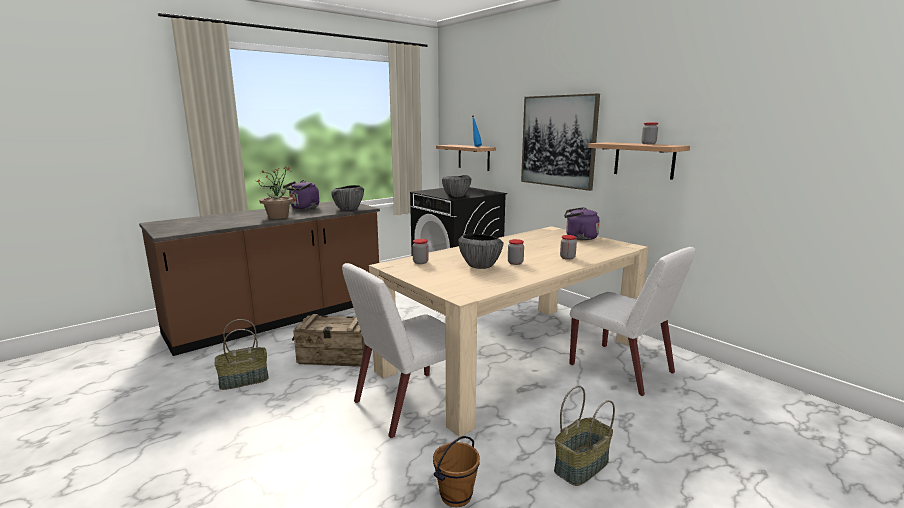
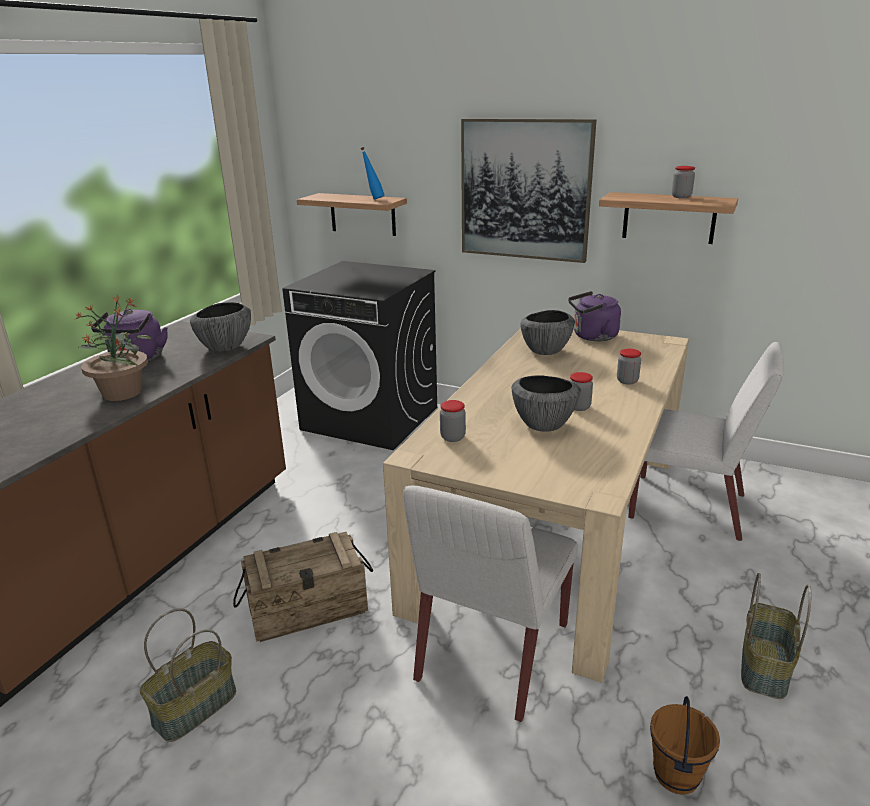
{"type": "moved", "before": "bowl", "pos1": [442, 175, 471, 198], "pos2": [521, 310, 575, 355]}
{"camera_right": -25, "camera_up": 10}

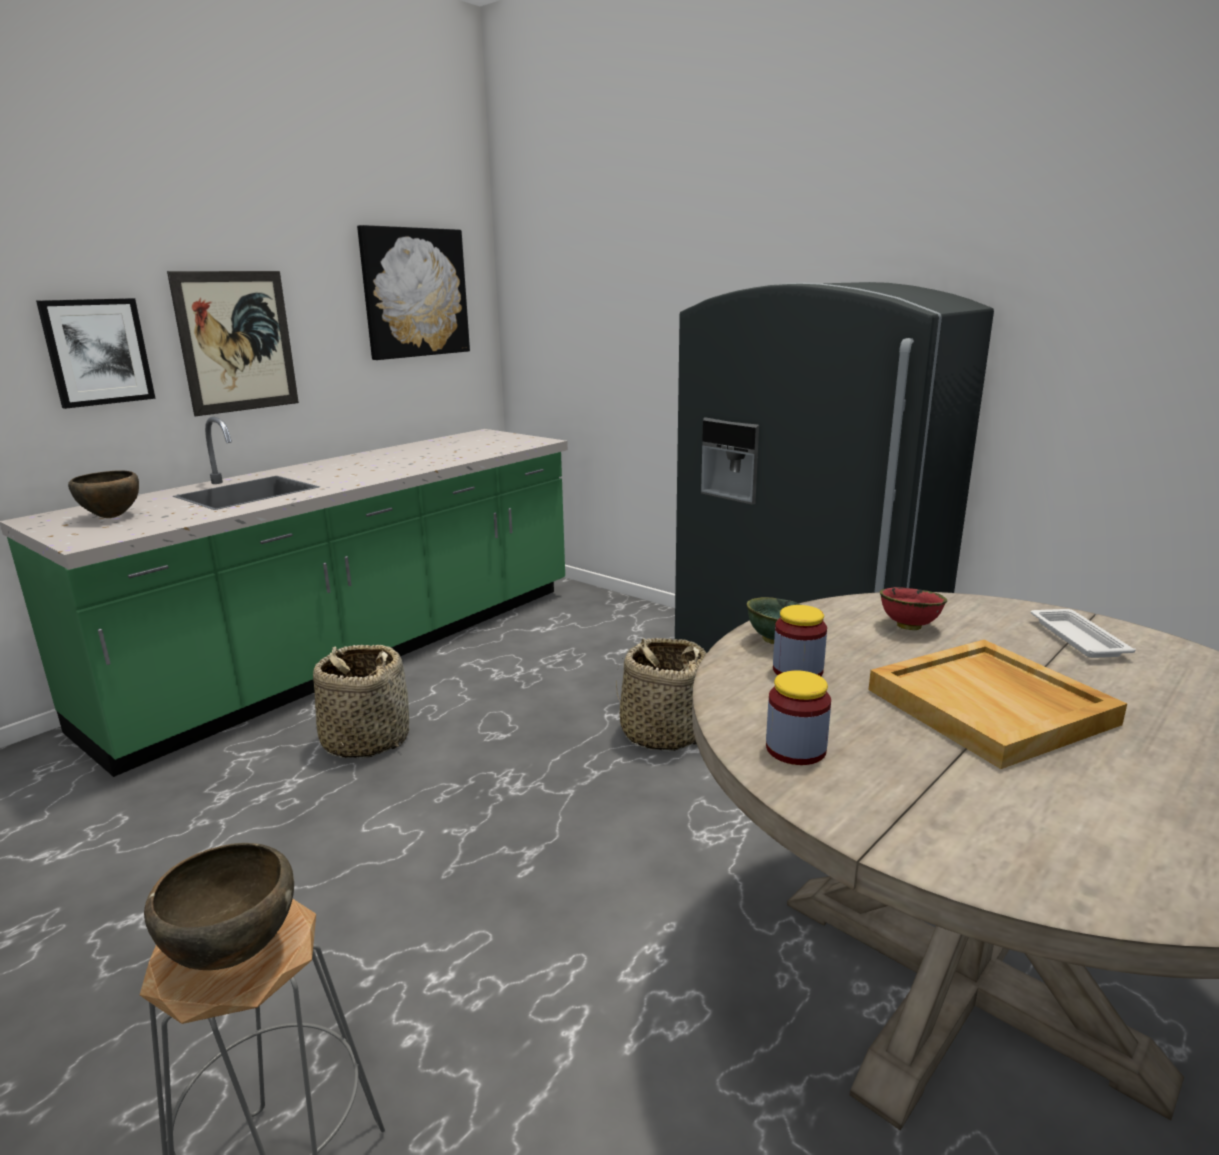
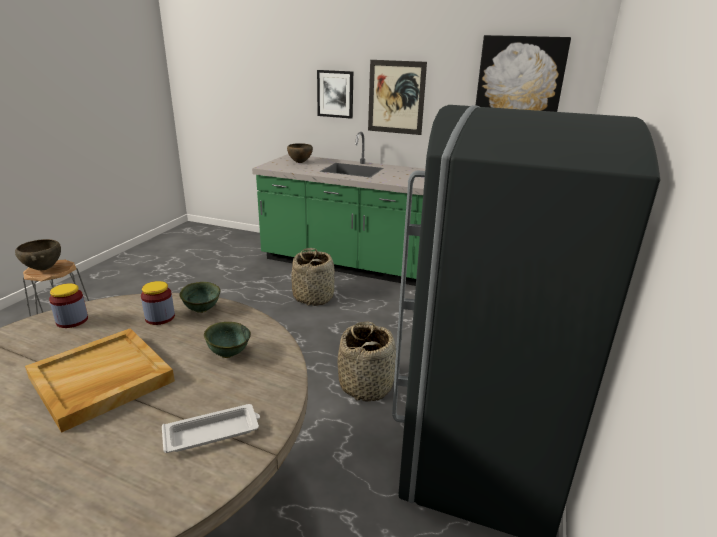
{"type": "recoloured", "before": "bowl/red", "after": "bowl/green", "pos1": [880, 587, 947, 630], "pos2": [204, 322, 251, 358]}
{"camera_right": 70, "camera_up": 5}

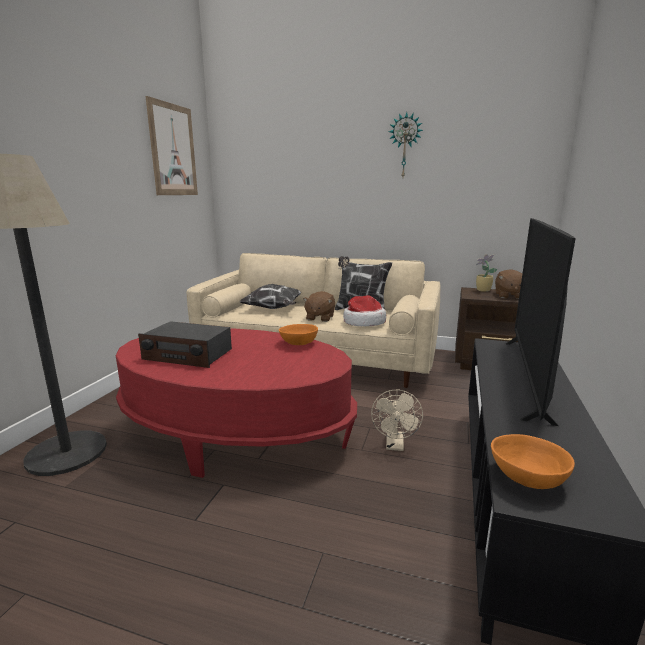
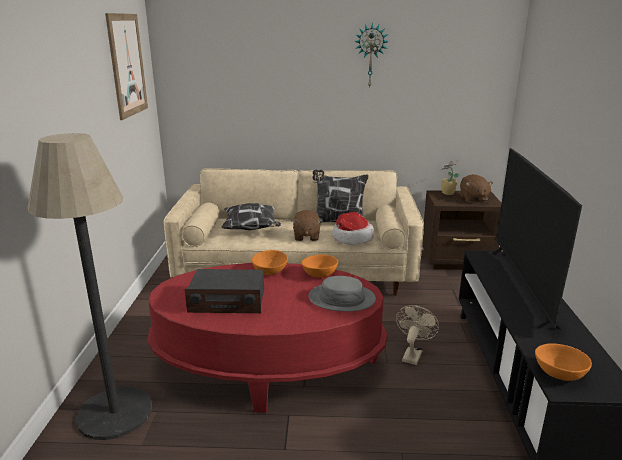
{"type": "turned", "before": "fan/beige", "pos1": [371, 390, 423, 451], "pos2": [396, 305, 439, 365], "turn": -150}
{"type": "added", "after": "bowl/orange", "pos2": [252, 250, 288, 275]}
{"type": "added", "after": "hat/grey", "pos2": [309, 276, 376, 311]}
{"camera_right": -15, "camera_up": 5}

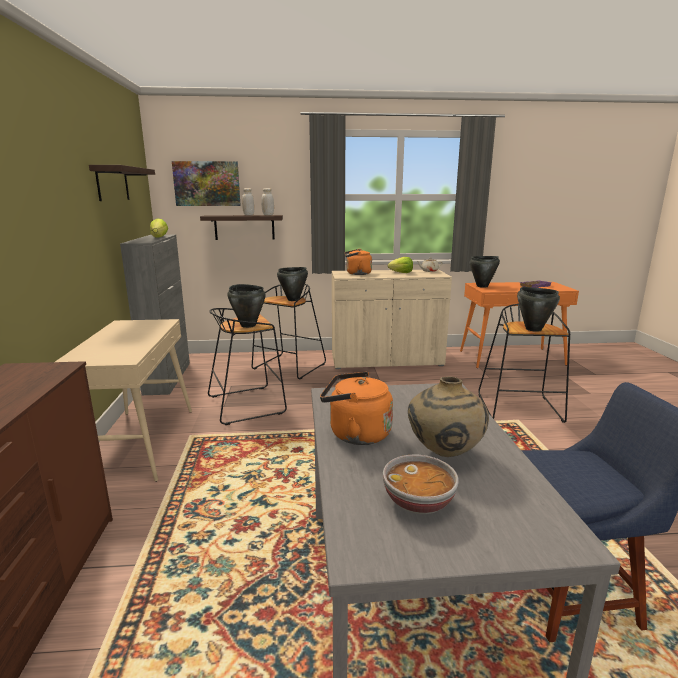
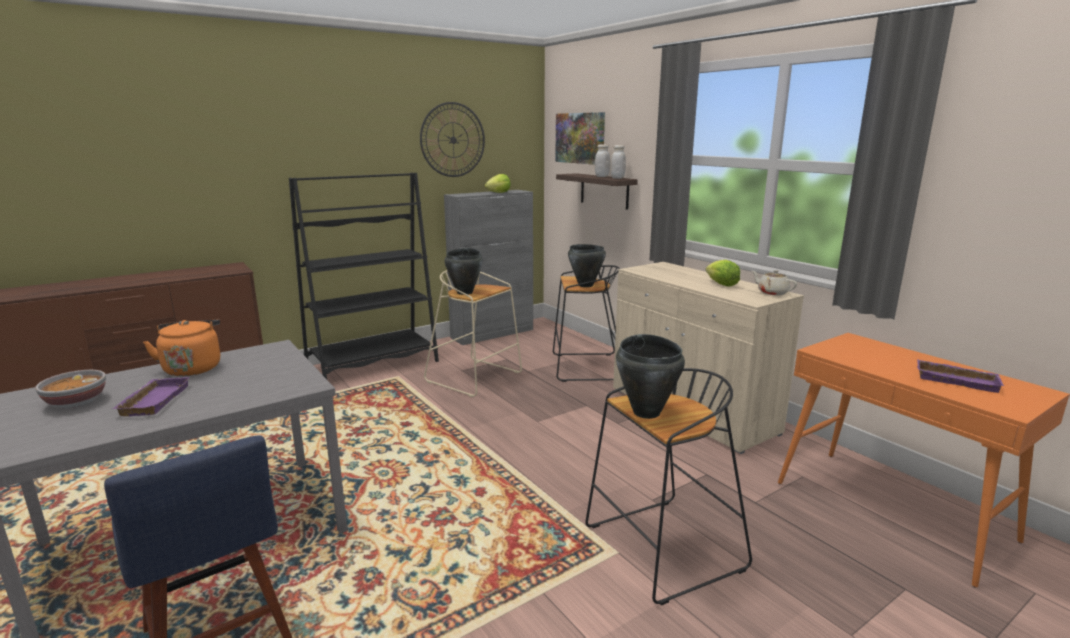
{"type": "replaced", "before": "shelf", "after": "wall clock", "pos1": [89, 165, 155, 201], "pos2": [420, 102, 485, 177]}
{"type": "removed", "before": "kettle/orange", "pos1": [345, 249, 372, 275]}
{"type": "removed", "before": "cooking pot/black", "pos1": [470, 256, 500, 288]}
{"type": "recoloured", "before": "stool/black", "after": "stool/beige", "pos1": [208, 308, 287, 425], "pos2": [424, 270, 522, 397]}
{"type": "replaced", "before": "console table/beige", "after": "bookcase/black", "pos1": [55, 319, 192, 482], "pos2": [289, 173, 439, 379]}
{"type": "replaced", "before": "vase/beige", "after": "tray/purple", "pos1": [408, 376, 489, 457], "pos2": [112, 377, 190, 416]}
{"camera_right": 60, "camera_up": 0}

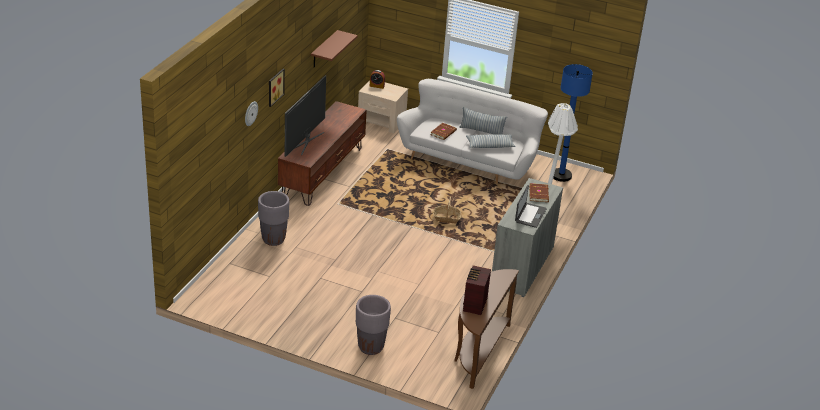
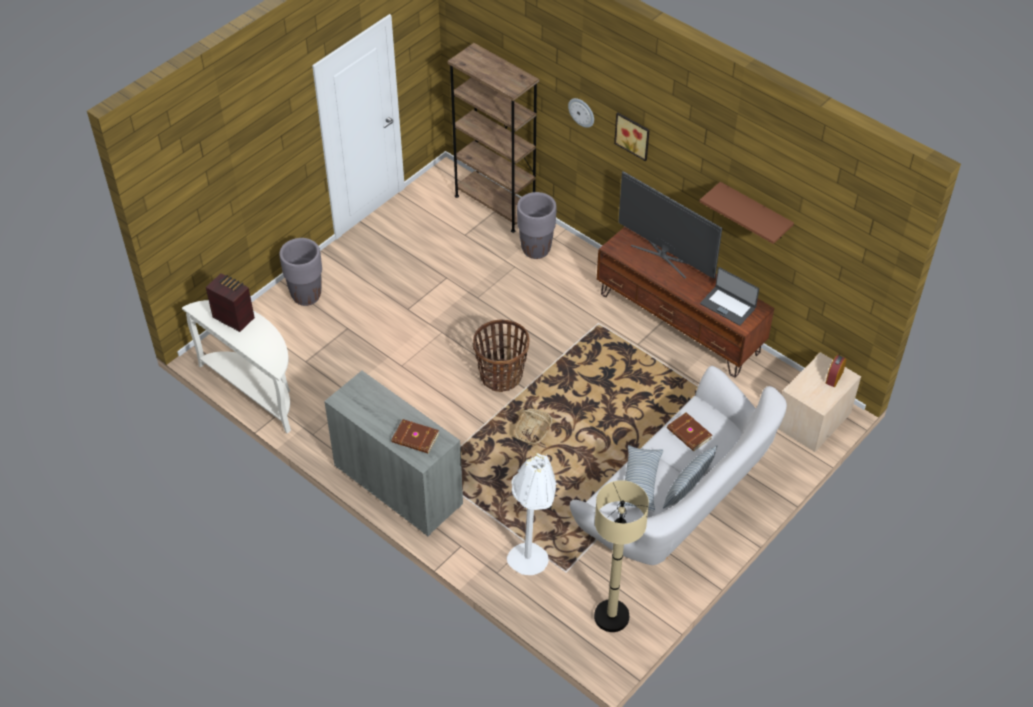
{"type": "recoloured", "before": "floor lamp/blue", "after": "floor lamp/beige", "pos1": [553, 64, 593, 182], "pos2": [594, 480, 649, 632]}
{"type": "moved", "before": "laptop", "pos1": [515, 185, 547, 228], "pos2": [700, 267, 759, 326]}
{"type": "recoloured", "before": "console table/brown", "after": "console table/white", "pos1": [455, 269, 519, 389], "pos2": [182, 300, 291, 433]}
{"type": "added", "after": "bookcase/brown", "pos2": [447, 43, 539, 233]}
{"type": "added", "after": "basket", "pos2": [473, 319, 529, 392]}
{"camera_right": 110, "camera_up": 15}

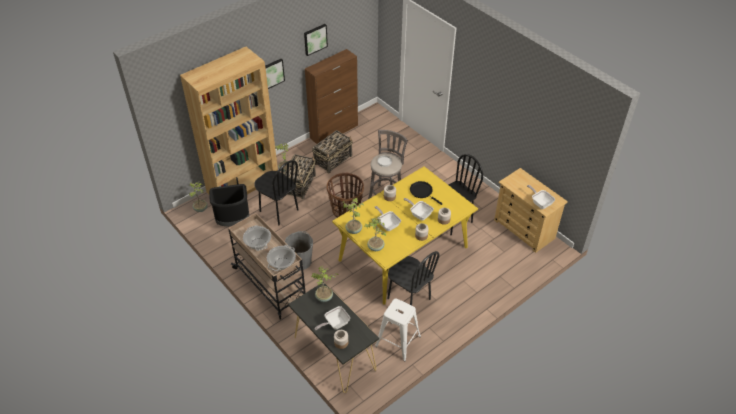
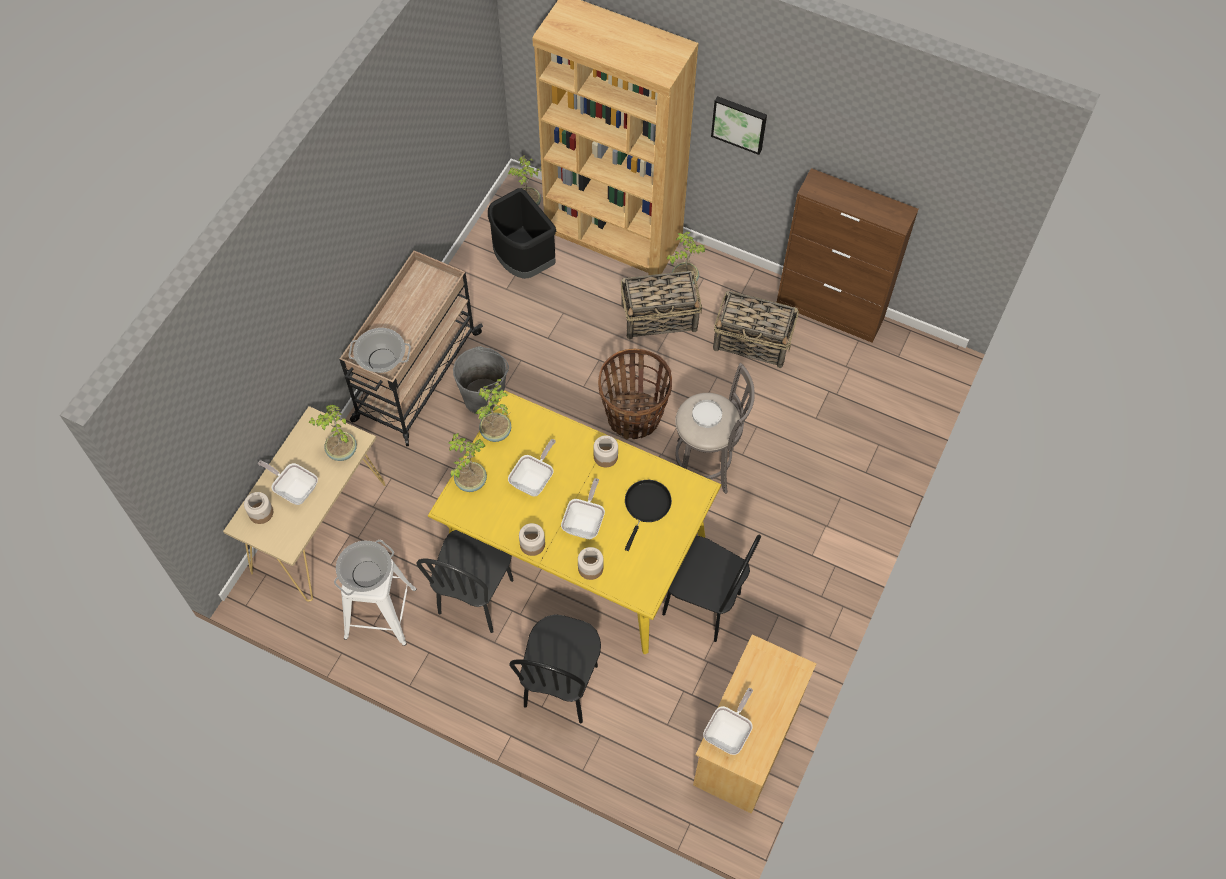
{"type": "removed", "before": "picture", "pos1": [304, 24, 328, 56]}
{"type": "moved", "before": "chair/black", "pos1": [254, 160, 299, 225], "pos2": [510, 614, 601, 723]}
{"type": "moved", "before": "cooking pot", "pos1": [243, 225, 271, 251], "pos2": [334, 540, 394, 596]}
{"type": "recoloured", "before": "console table/black", "after": "console table/beige", "pos1": [288, 282, 379, 393], "pos2": [223, 406, 385, 602]}
{"camera_right": 65, "camera_up": 15}

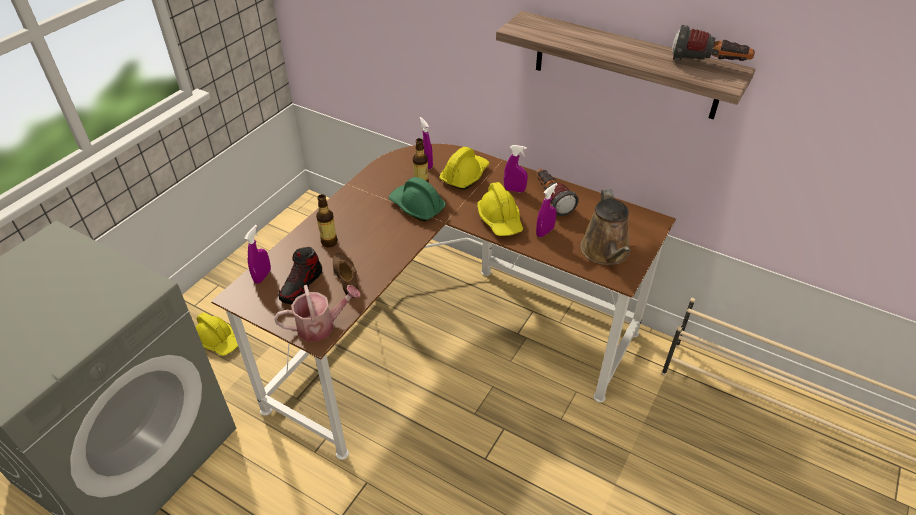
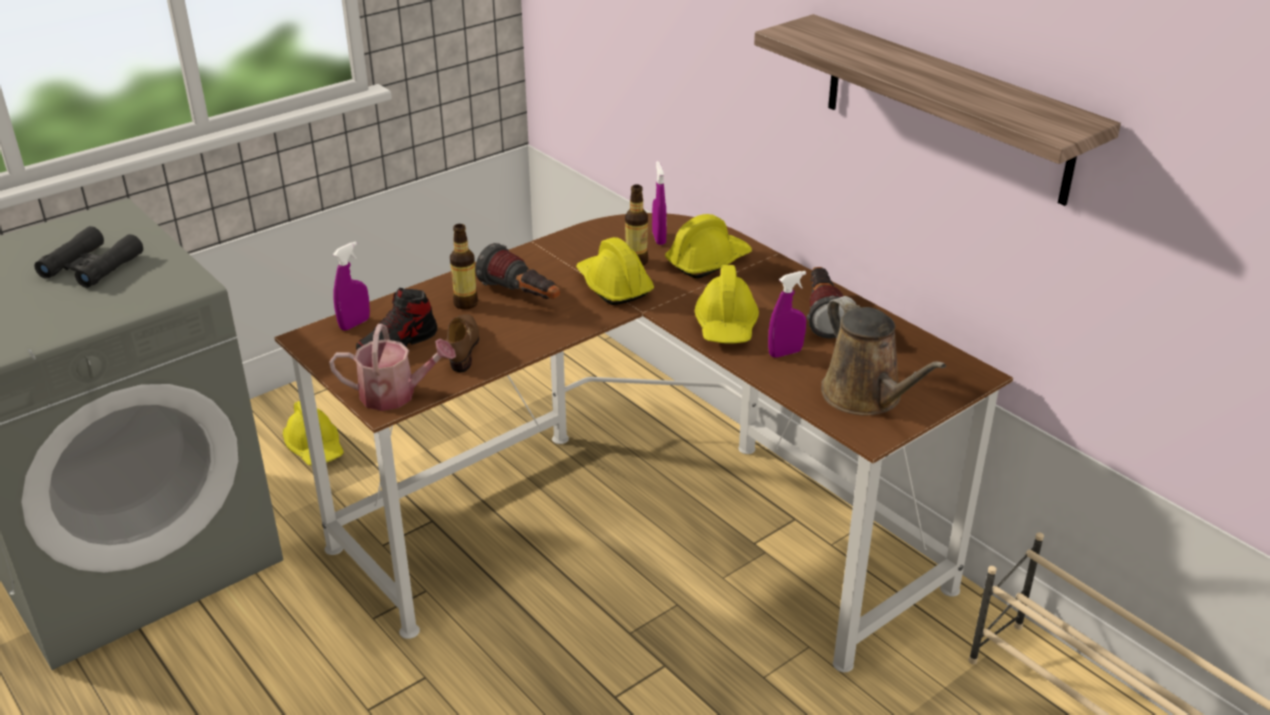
{"type": "moved", "before": "flashlight", "pos1": [673, 25, 755, 61], "pos2": [475, 243, 560, 299]}
{"type": "removed", "before": "spray bottle/purple", "pos1": [504, 145, 528, 192]}
{"type": "recoloured", "before": "hard hat/green", "after": "hard hat/yellow", "pos1": [389, 177, 446, 222], "pos2": [576, 237, 654, 305]}
{"type": "turned", "before": "watering can/brown", "pos1": [580, 189, 630, 265], "pos2": [821, 296, 946, 415], "turn": -45}
{"type": "added", "after": "binoculars/black", "pos2": [34, 226, 143, 288]}
{"camera_right": 20, "camera_up": -10}

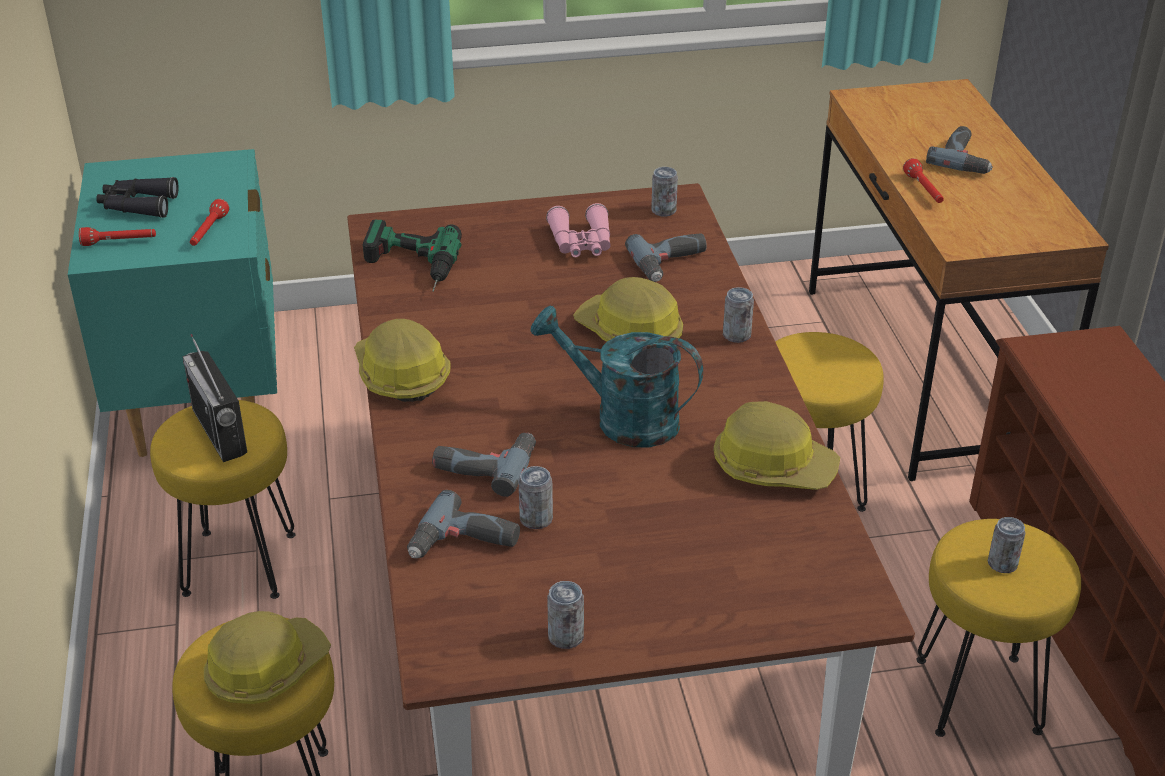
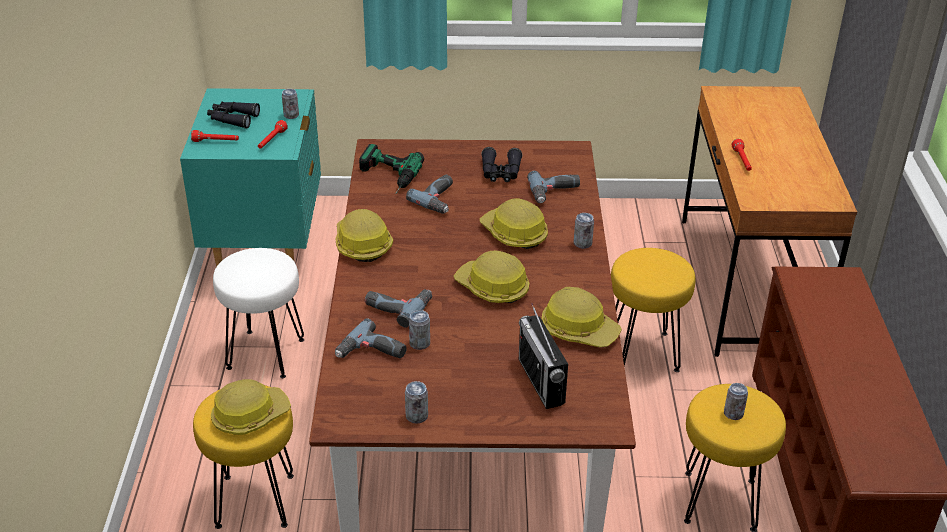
{"type": "moved", "before": "power drill", "pos1": [926, 126, 993, 174], "pos2": [406, 175, 453, 214]}
{"type": "moved", "before": "can", "pos1": [651, 167, 678, 217], "pos2": [282, 89, 299, 119]}
{"type": "recoloured", "before": "binoculars/pink", "after": "binoculars/black", "pos1": [546, 203, 611, 257], "pos2": [481, 147, 522, 182]}
{"type": "replaced", "before": "watering can/turquoise", "after": "hard hat", "pos1": [530, 306, 703, 448], "pos2": [454, 250, 529, 303]}
{"type": "moved", "before": "radio", "pos1": [182, 334, 247, 462], "pos2": [519, 303, 568, 409]}
{"type": "recoloured", "before": "stool/yellow", "after": "stool/white", "pos1": [150, 400, 295, 599], "pos2": [213, 248, 304, 378]}
{"camera_right": 10, "camera_up": 0}

